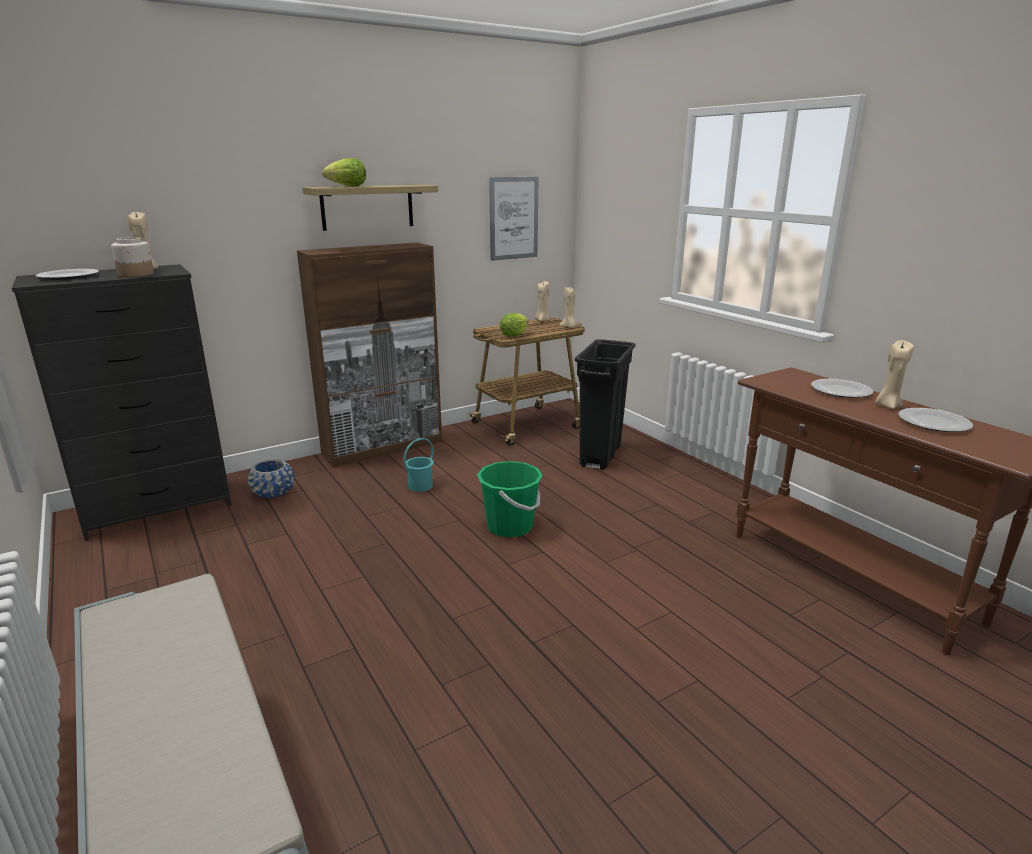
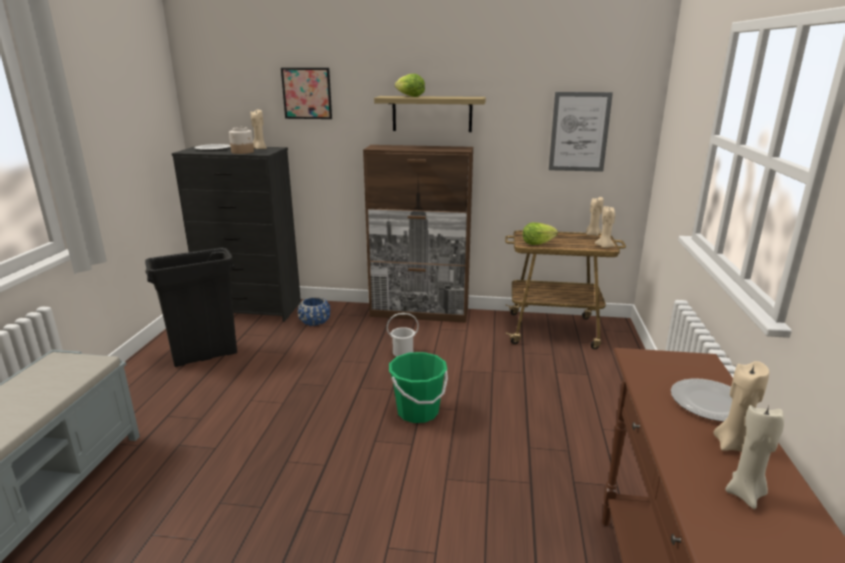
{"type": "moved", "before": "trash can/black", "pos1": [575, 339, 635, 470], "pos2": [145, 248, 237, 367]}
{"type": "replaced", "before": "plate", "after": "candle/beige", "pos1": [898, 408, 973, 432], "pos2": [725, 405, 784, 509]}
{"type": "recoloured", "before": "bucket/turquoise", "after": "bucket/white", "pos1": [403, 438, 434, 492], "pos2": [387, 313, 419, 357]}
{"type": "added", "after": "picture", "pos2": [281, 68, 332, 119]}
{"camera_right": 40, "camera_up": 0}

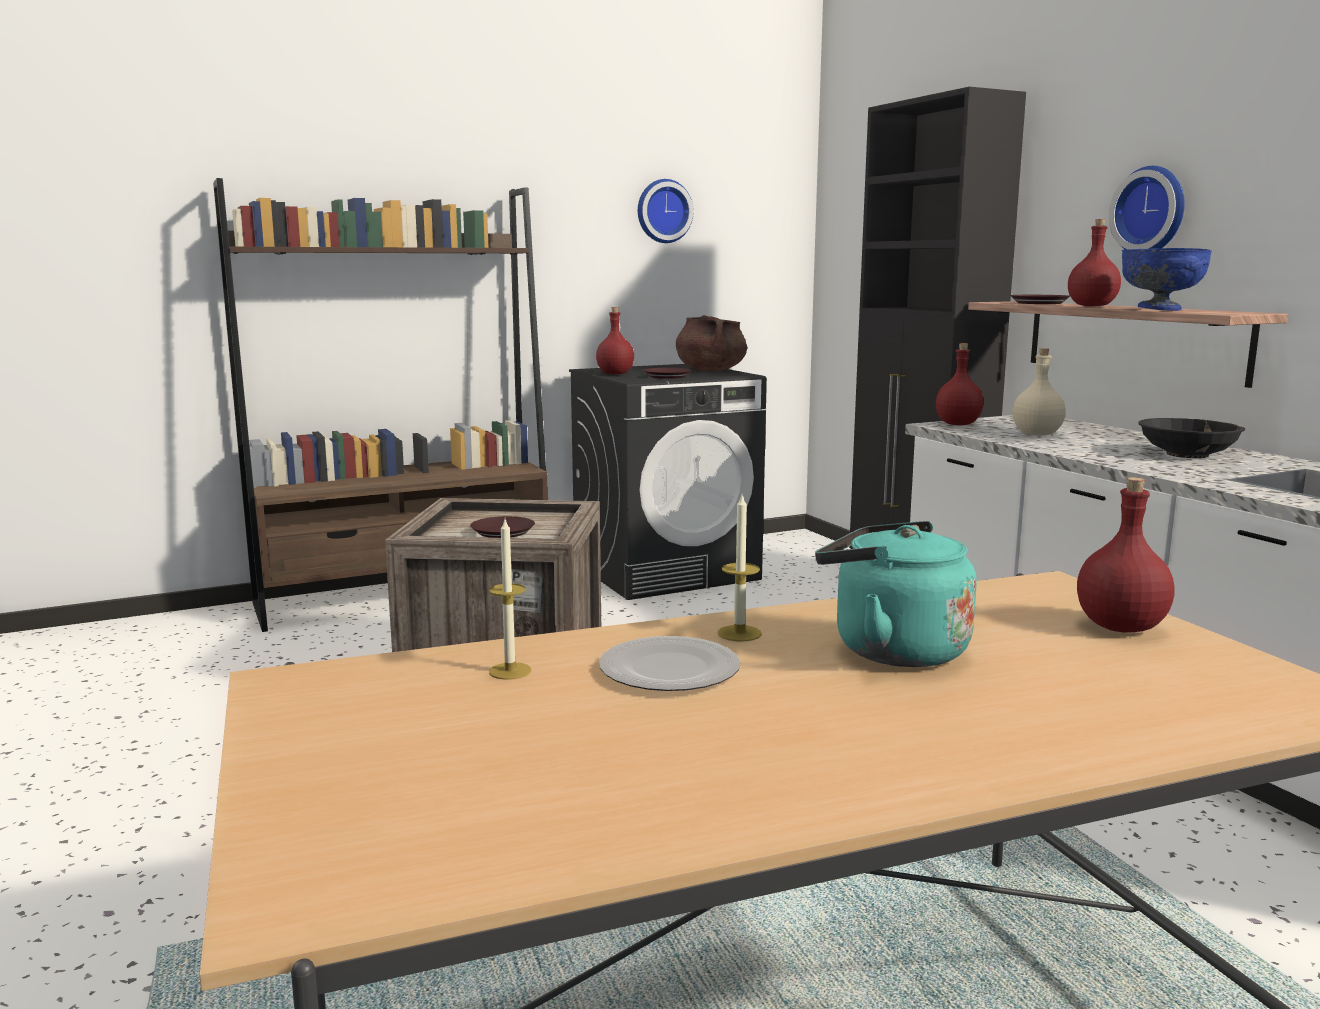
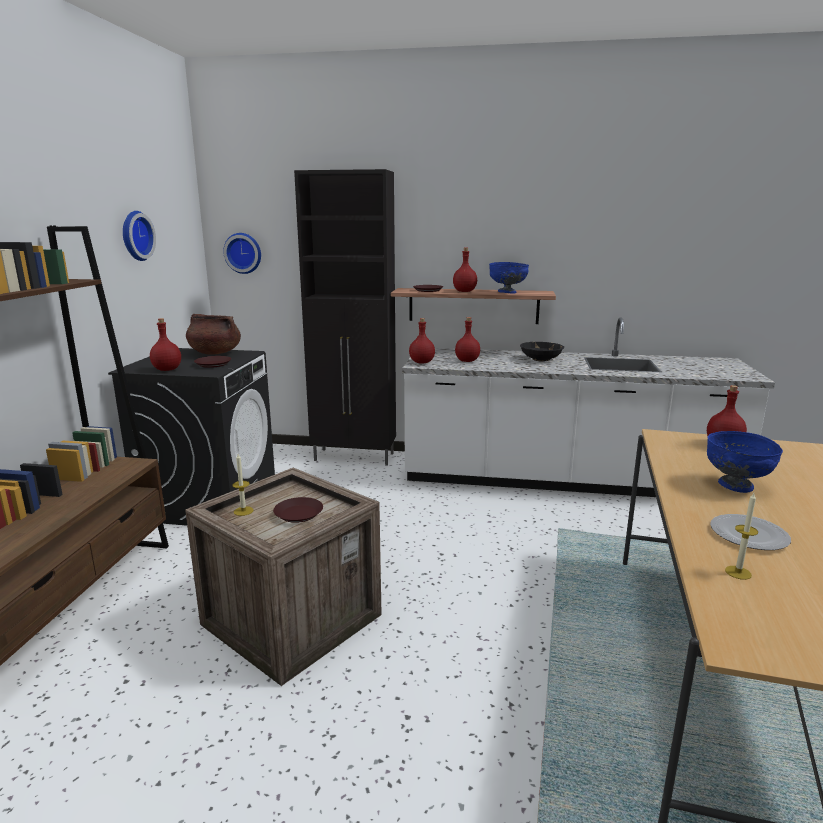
{"type": "moved", "before": "wall clock", "pos1": [1109, 166, 1185, 250], "pos2": [223, 233, 261, 274]}
{"type": "recoloured", "before": "bottle/beige", "after": "bottle/red", "pos1": [1013, 348, 1066, 435], "pos2": [455, 317, 480, 362]}
{"type": "moved", "before": "candle", "pos1": [717, 495, 762, 641], "pos2": [232, 454, 254, 516]}
{"type": "replaced", "before": "kettle/turquoise", "after": "bowl/blue", "pos1": [815, 521, 977, 667], "pos2": [707, 431, 783, 493]}
{"camera_right": -55, "camera_up": 5}

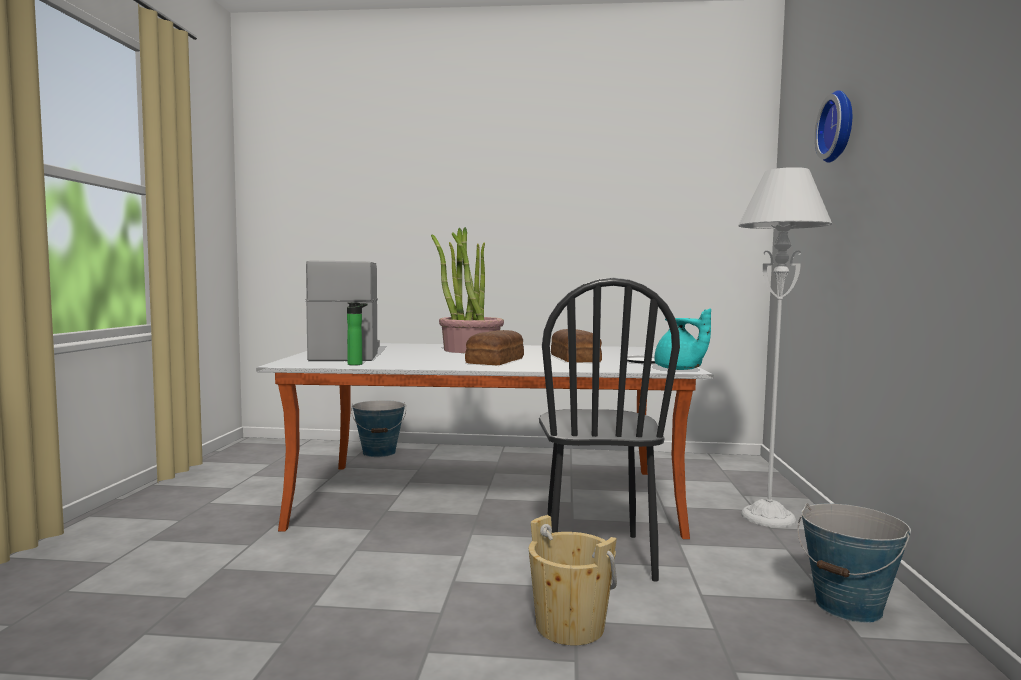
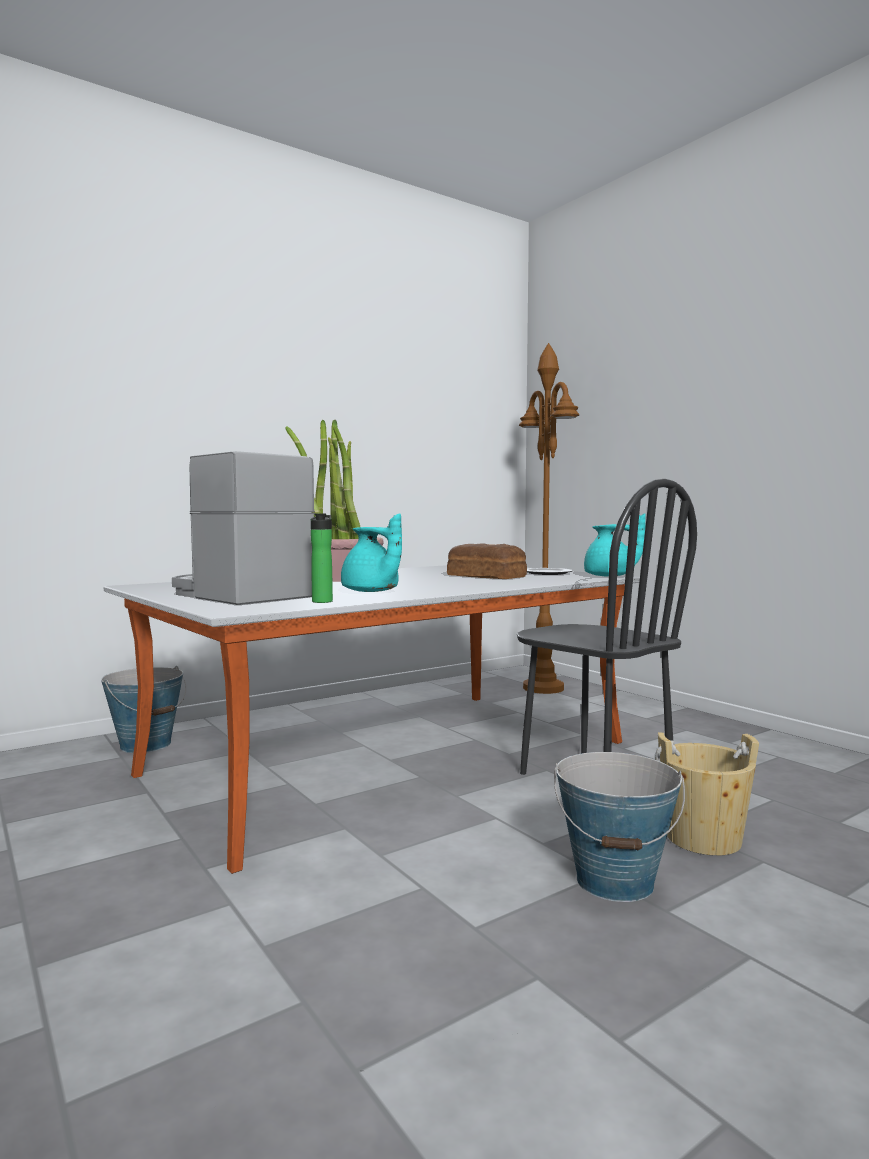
{"type": "removed", "before": "wall clock", "pos1": [815, 90, 852, 163]}
{"type": "removed", "before": "floor lamp/grey", "pos1": [738, 167, 832, 528]}
{"type": "removed", "before": "bread", "pos1": [465, 330, 524, 365]}
{"type": "moved", "before": "bucket", "pos1": [797, 503, 911, 623], "pos2": [554, 752, 685, 902]}
{"type": "added", "after": "floor lamp/brown", "pos2": [519, 343, 579, 694]}
{"type": "added", "after": "teapot/turquoise", "pos2": [341, 513, 402, 592]}
{"camera_right": -40, "camera_up": 0}

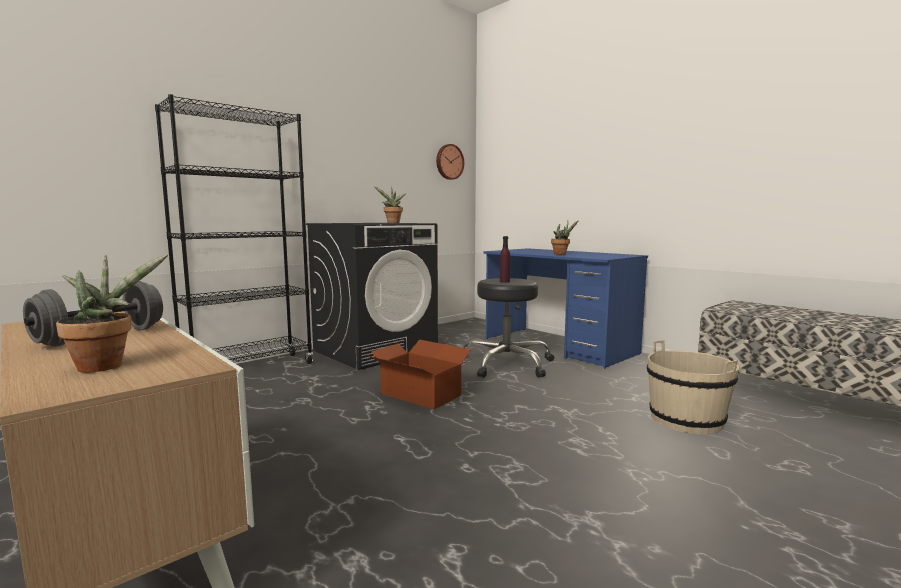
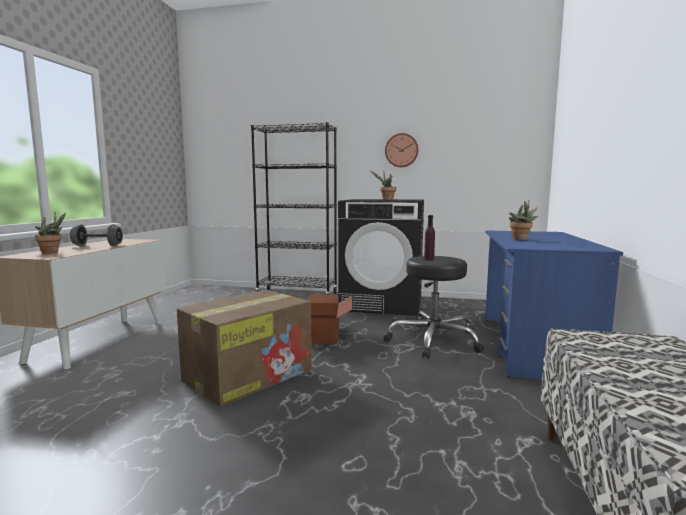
{"type": "moved", "before": "wall clock", "pos1": [436, 144, 464, 180], "pos2": [385, 133, 418, 167]}
{"type": "removed", "before": "bucket/beige", "pos1": [647, 340, 739, 434]}
{"type": "added", "after": "cardboard box", "pos2": [177, 290, 312, 407]}
{"camera_right": 55, "camera_up": 0}

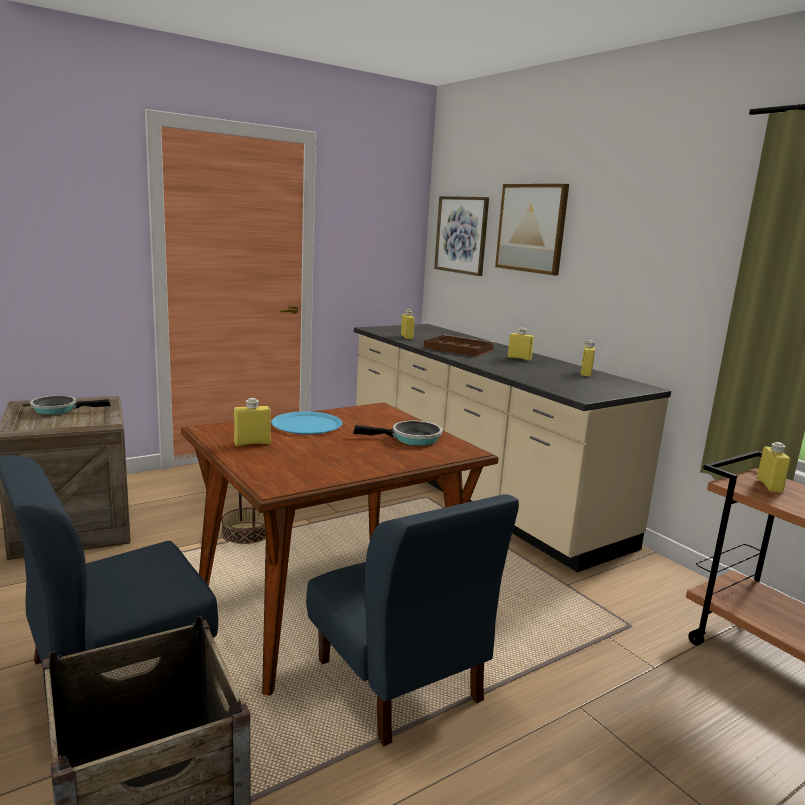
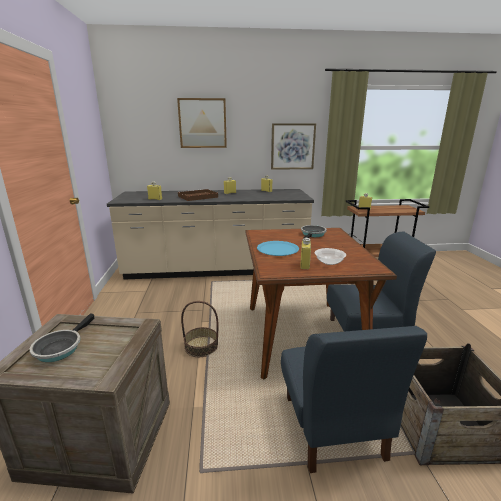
{"type": "moved", "before": "picture", "pos1": [434, 196, 489, 276], "pos2": [271, 123, 316, 170]}
{"type": "added", "after": "bowl", "pos2": [315, 248, 346, 265]}
{"camera_right": -60, "camera_up": 5}

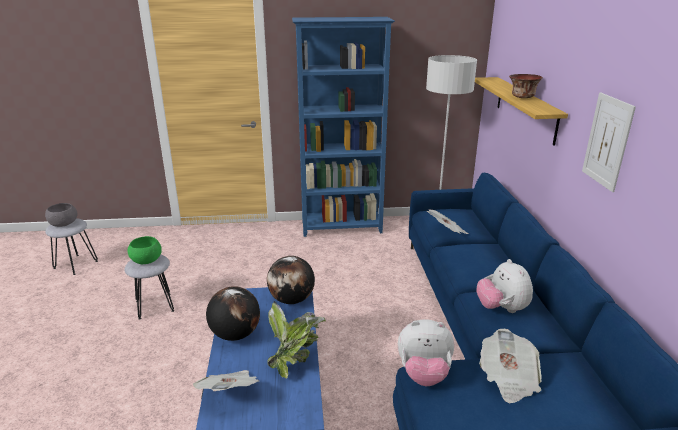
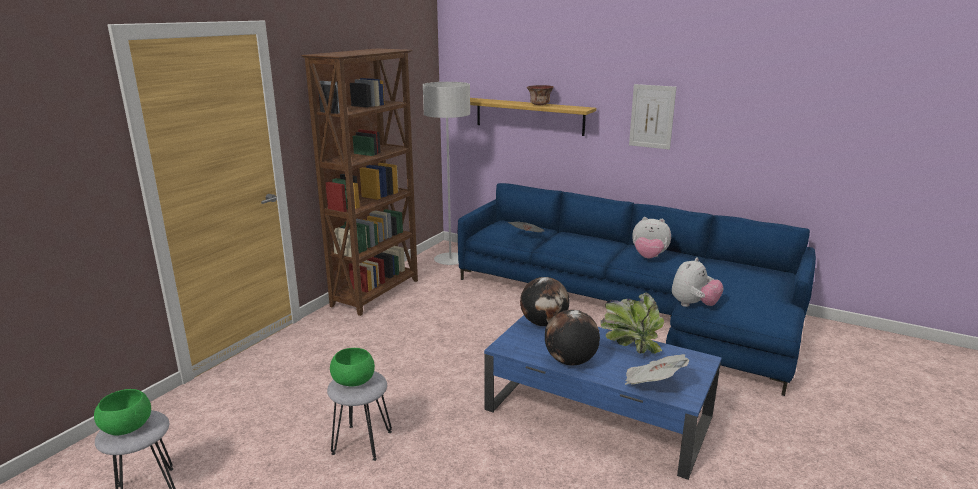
{"type": "recoloured", "before": "bookcase/blue", "after": "bookcase/brown", "pos1": [292, 17, 395, 237], "pos2": [301, 48, 418, 316]}
{"type": "recoloured", "before": "bowl/grey", "after": "bowl/green", "pos1": [45, 203, 77, 227], "pos2": [94, 389, 151, 435]}
{"type": "removed", "before": "newspaper", "pos1": [479, 329, 542, 403]}
{"camera_right": -55, "camera_up": -5}

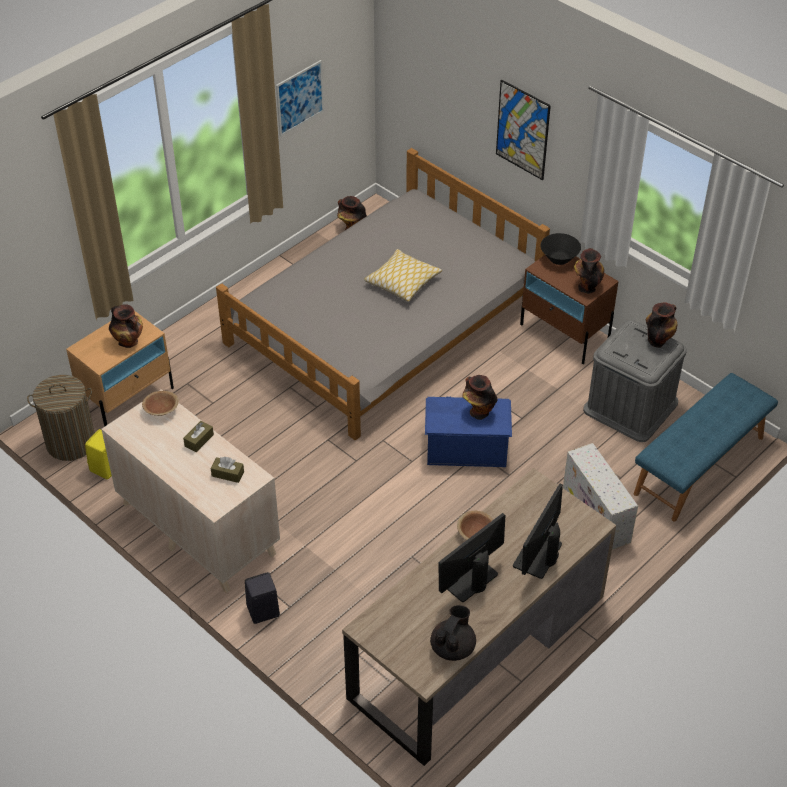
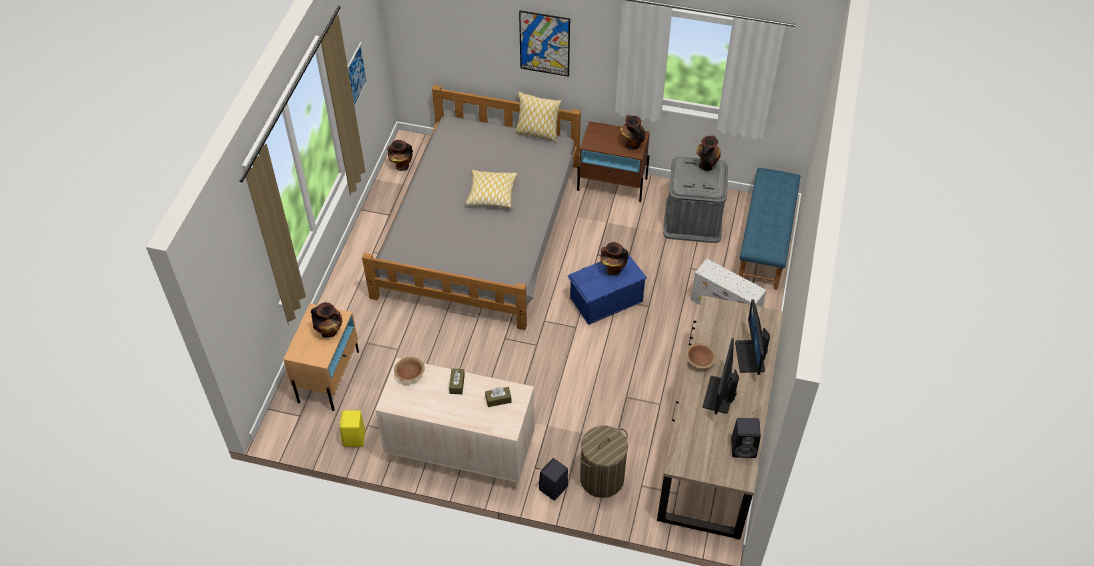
{"type": "removed", "before": "bowl/black", "pos1": [541, 233, 581, 265]}
{"type": "moved", "before": "laundry basket", "pos1": [27, 375, 95, 461], "pos2": [580, 426, 628, 498]}
{"type": "replaced", "before": "teapot/black", "after": "speaker/black", "pos1": [430, 605, 476, 661], "pos2": [731, 418, 761, 458]}
{"type": "added", "after": "pillow", "pos2": [515, 92, 561, 143]}
{"camera_right": -30, "camera_up": 5}

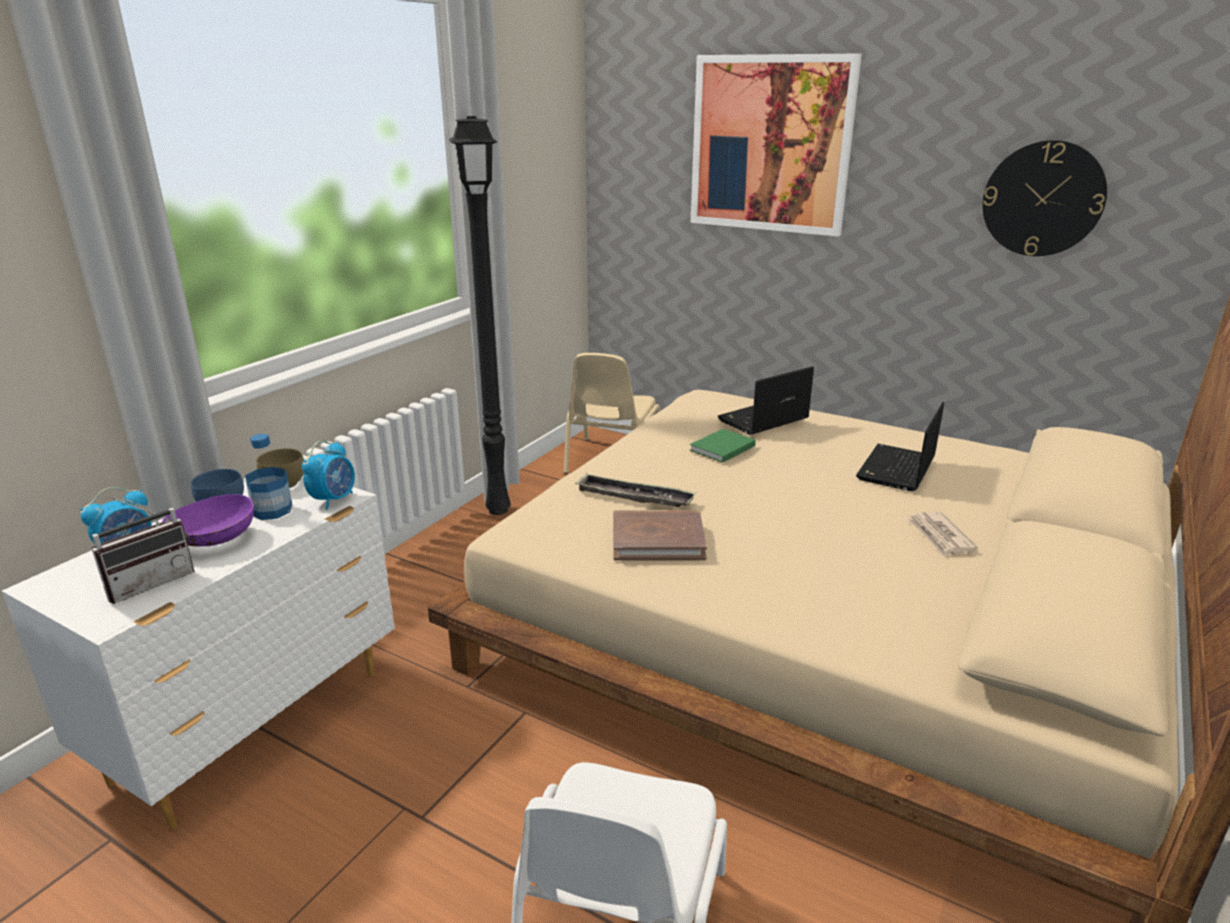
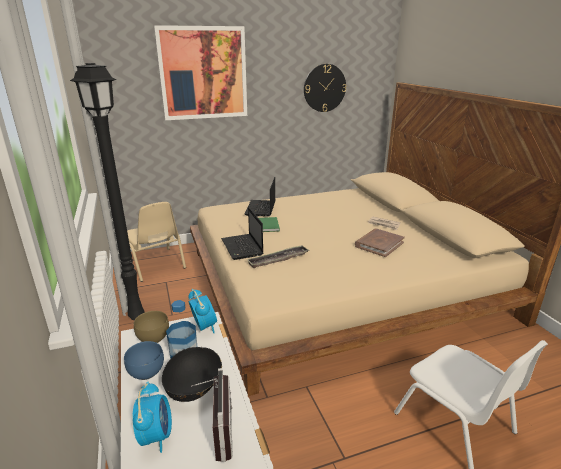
{"type": "moved", "before": "laptop", "pos1": [856, 402, 944, 491], "pos2": [221, 207, 263, 260]}
{"type": "recoloured", "before": "bowl/purple", "after": "bowl/black", "pos1": [161, 494, 254, 547], "pos2": [162, 347, 222, 402]}
{"type": "moved", "before": "book/brown", "pos1": [613, 510, 707, 561], "pos2": [355, 229, 405, 257]}
{"camera_right": -50, "camera_up": 0}

